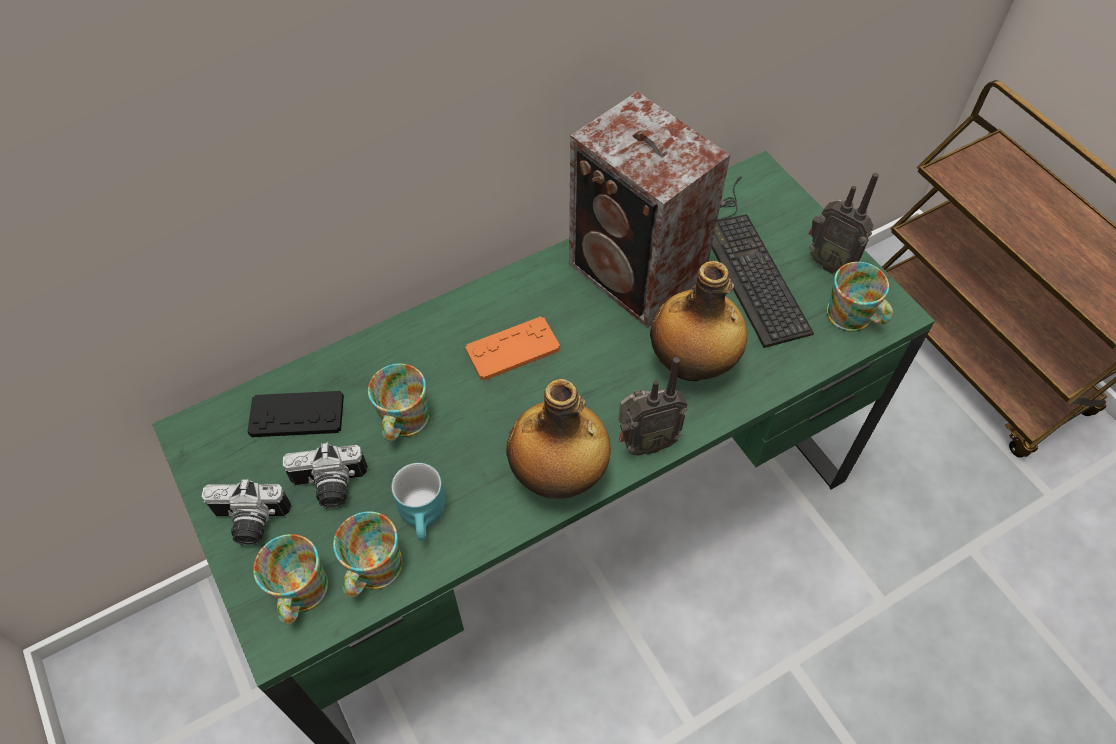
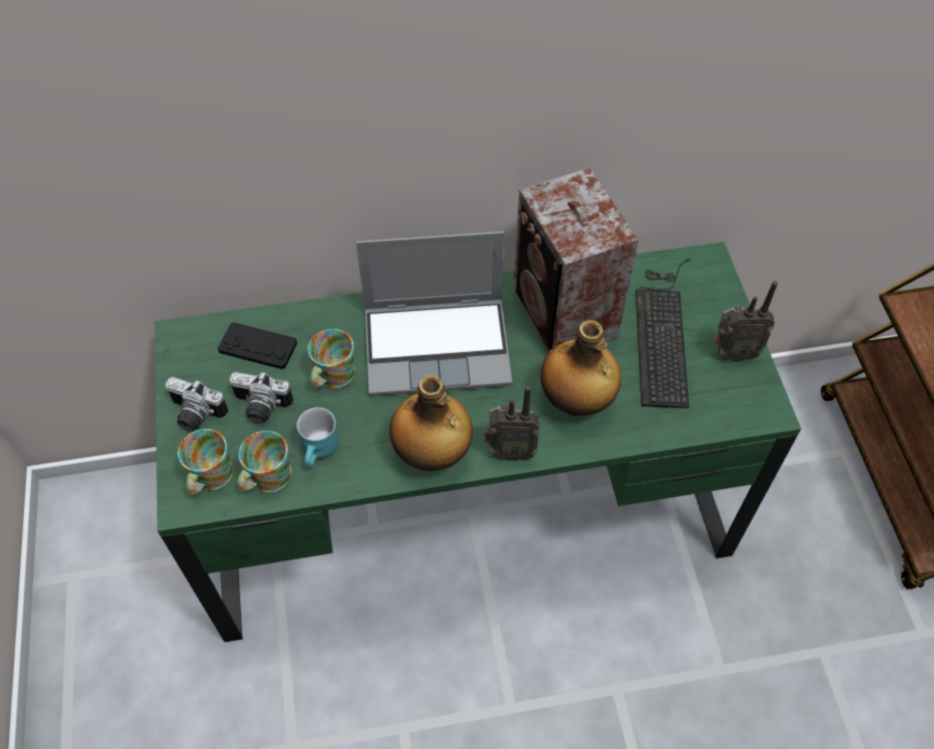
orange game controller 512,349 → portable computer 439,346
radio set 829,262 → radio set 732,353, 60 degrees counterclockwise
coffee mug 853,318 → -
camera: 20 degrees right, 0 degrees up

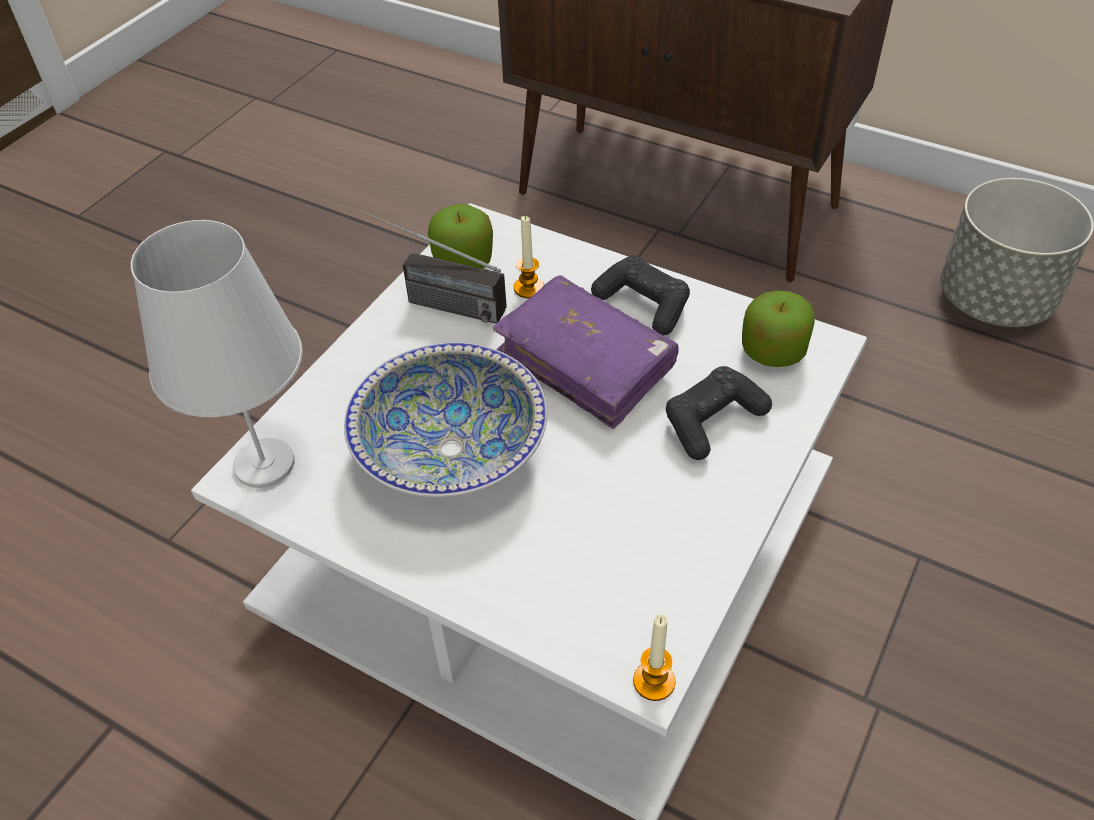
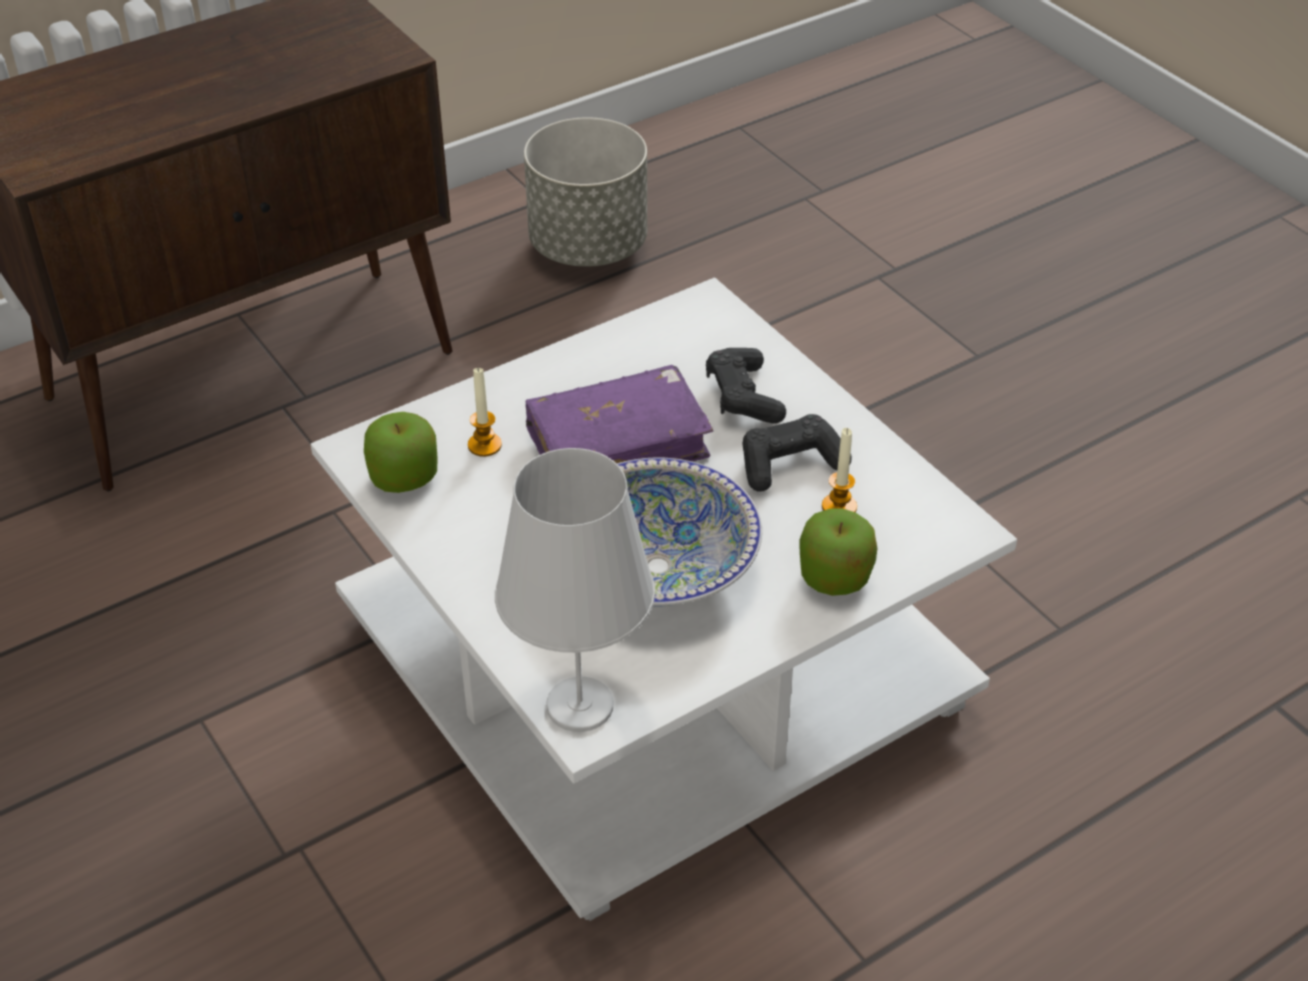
black-coloured game controller 643,304 → black-coloured game controller 790,464, shifted
apple 773,351 → apple 834,576, shifted
wax candle 654,681 → wax candle 839,507, shifted
radio set 432,301 → -
camera: 65 degrees left, 5 degrees down

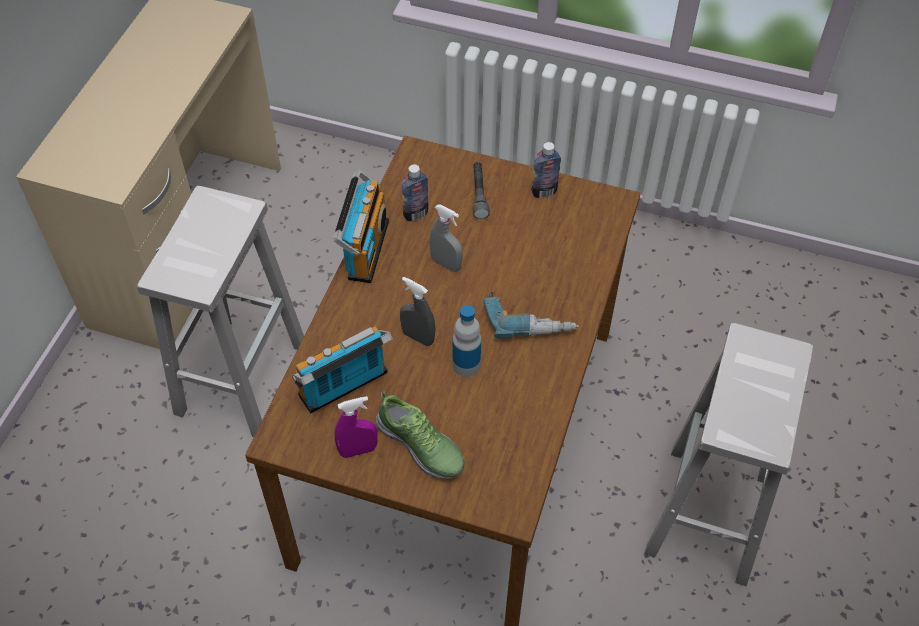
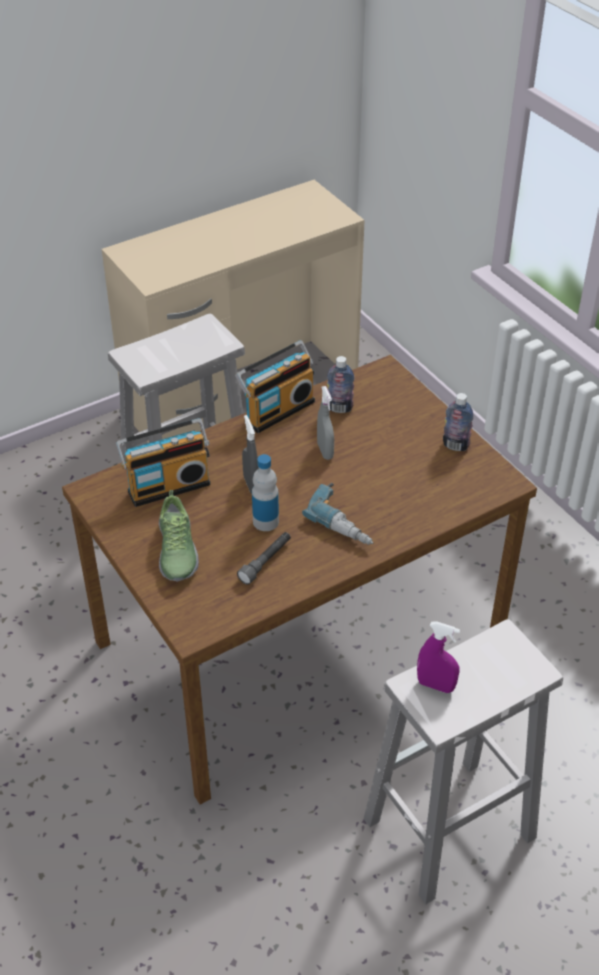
radio set 345,387 → radio set 168,486, 150 degrees clockwise
grey flashlight 479,194 → grey flashlight 266,562, shifted
purple sprayer 358,450 → purple sprayer 435,685, shifted
camera: 40 degrees right, 10 degrees down

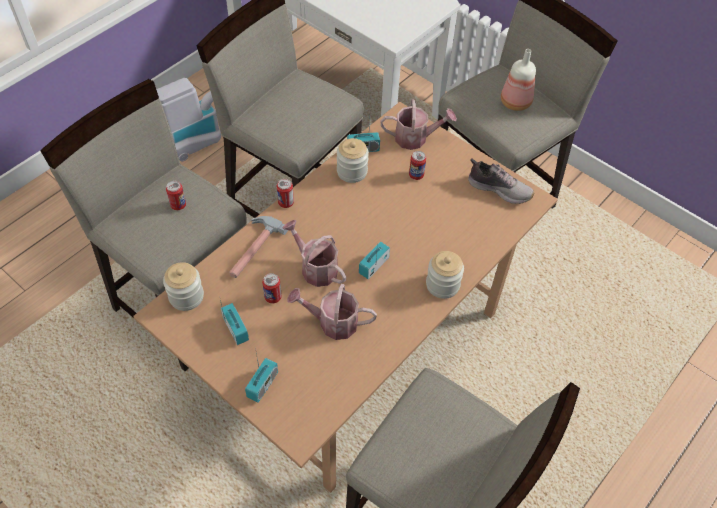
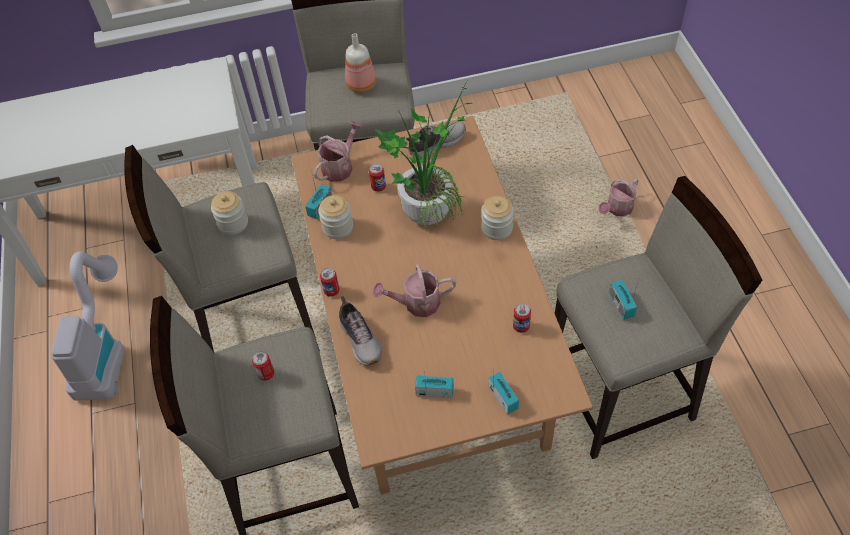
jar 186,296 → jar 233,223, shifted
hand hammer 252,248 → item of footwear 361,339
- → plant in a pot 429,206
can 273,297 → can 521,326, shifted
watering pot 332,322 → watering pot 617,210, shifted
radio set 373,265 → radio set 621,305, shifted
camera: 50 degrees left, 0 degrees up

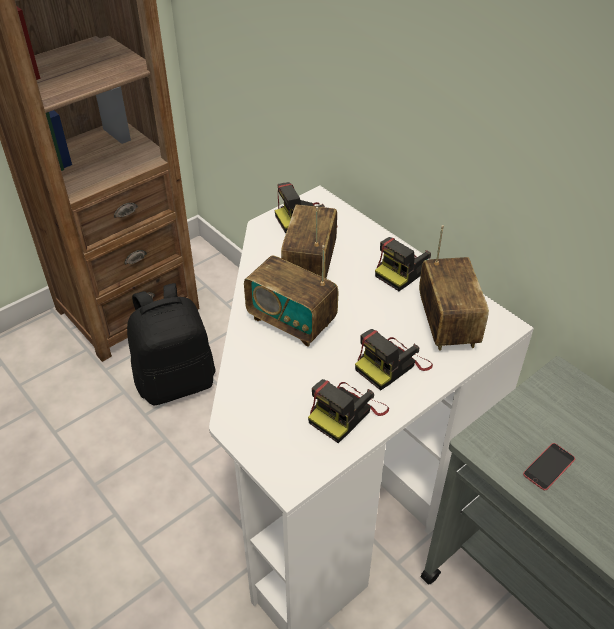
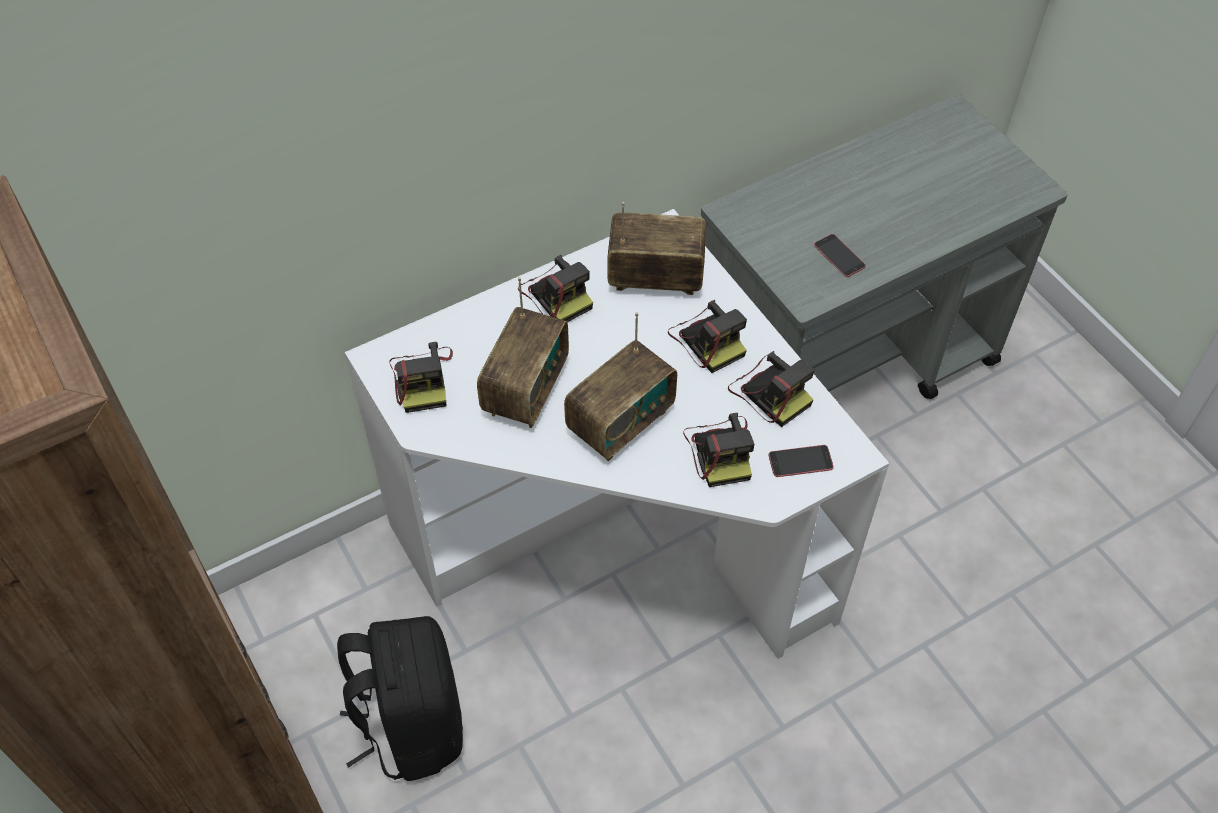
radio set 310,268 → radio set 526,390, 90 degrees counterclockwise
- → still camera 720,451
- → phone 800,461
camera: 80 degrees left, 10 degrees up

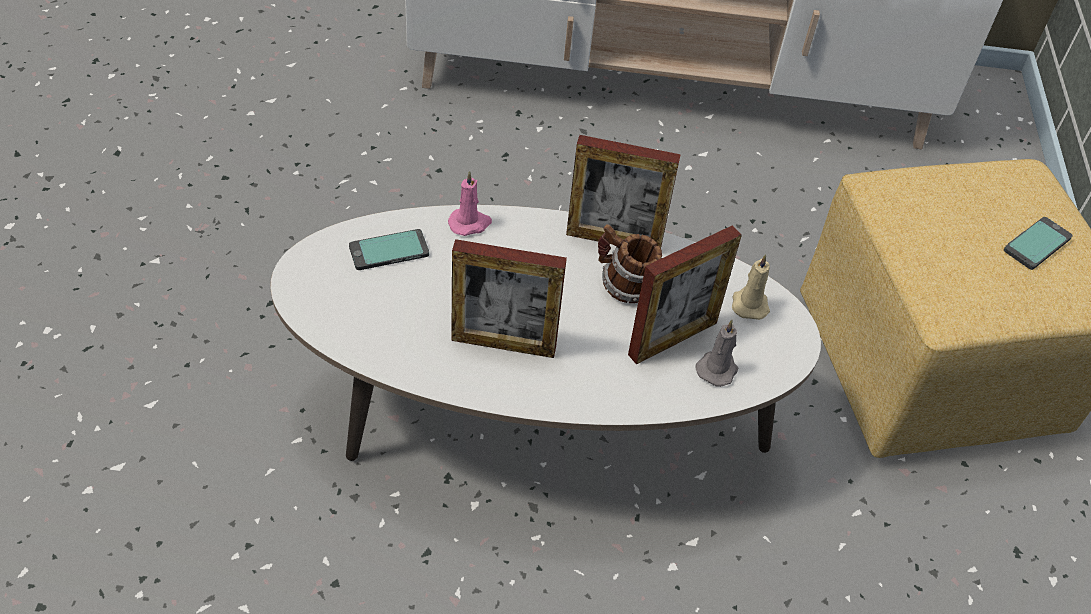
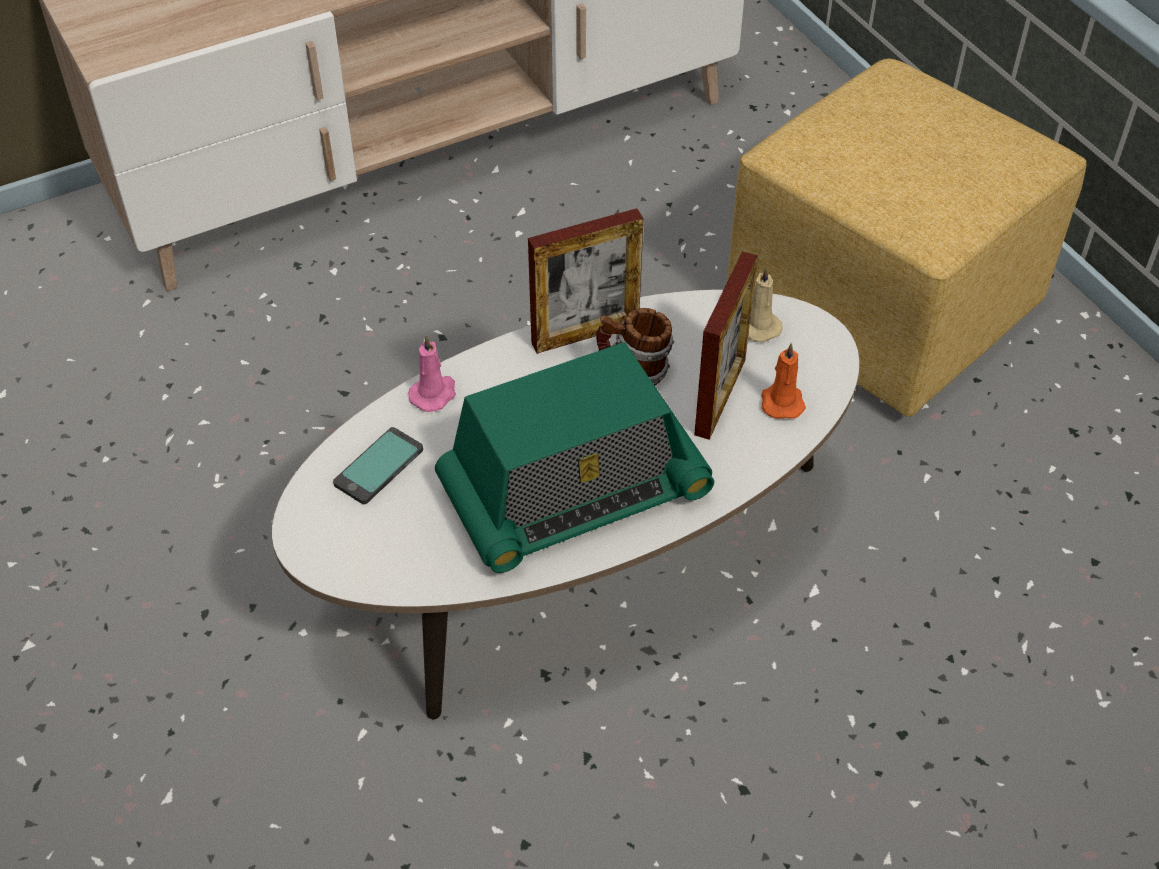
picture frame 503,343 → radio set 574,492
grey wax candle 717,368 → orange wax candle 781,401
phone 1036,244 → -
camera: 30 degrees left, 0 degrees up

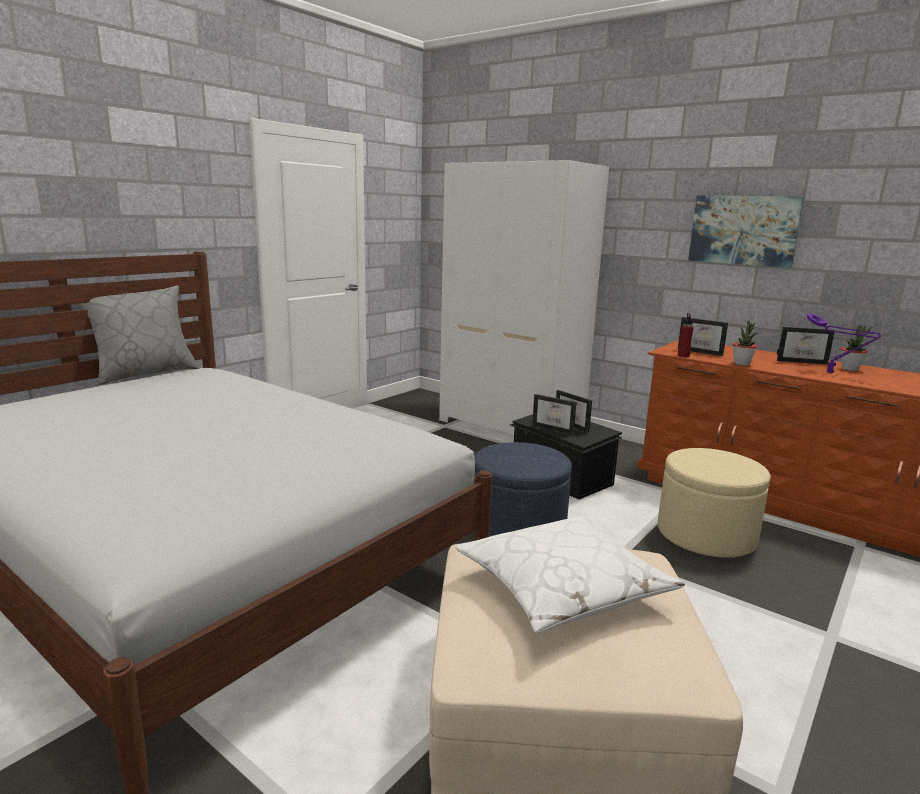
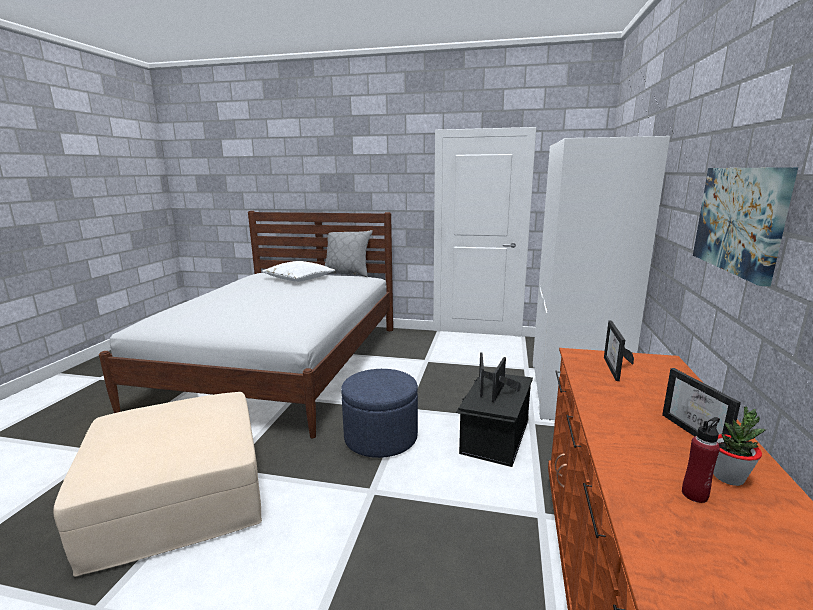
white-coloured throw pillow 562,587 → white-coloured throw pillow 299,278, shifted
reddish bottle 683,356 → reddish bottle 694,494, shifted
beige-coloured pouffe 706,535 → -
plant in a pot 741,364 → -
purple tabletop lamp 832,373 → -
camera: 65 degrees right, 0 degrees up

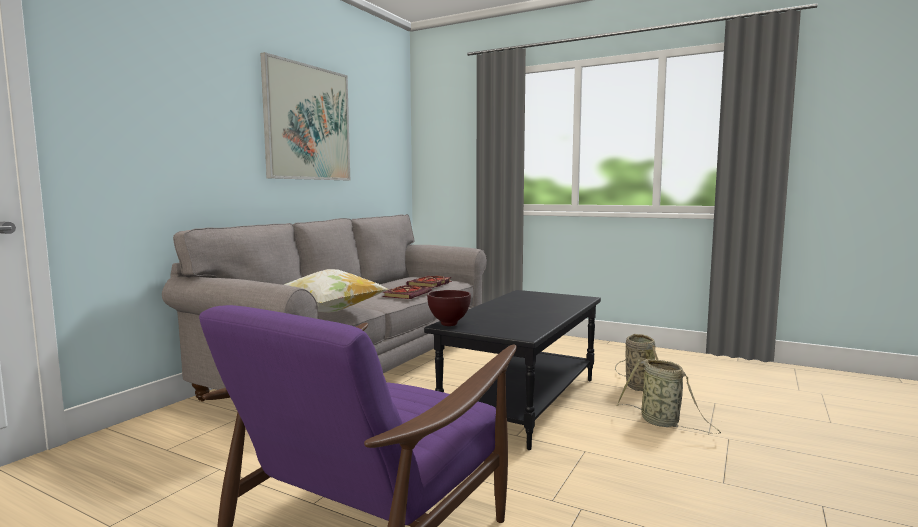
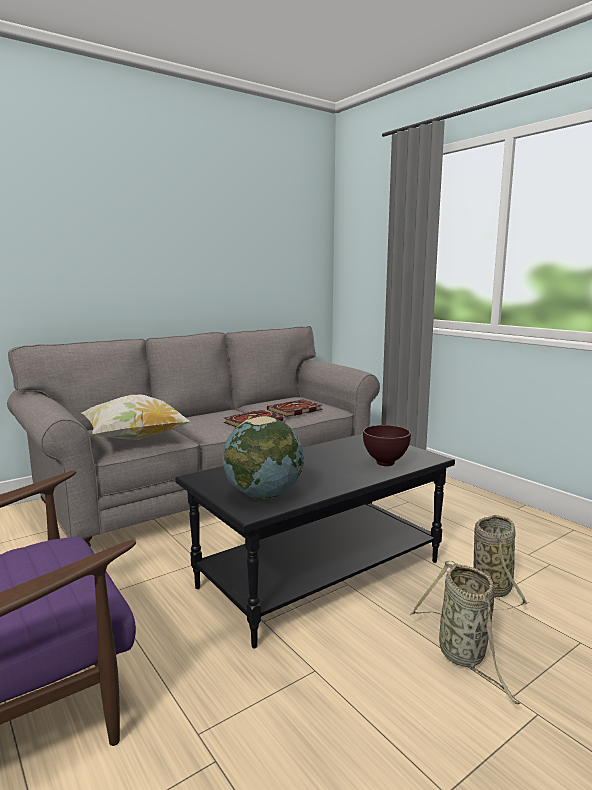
- → world globe 264,495
brown deep dish 448,324 → brown deep dish 384,463, shifted
picture 307,123 → -
camera: 25 degrees right, 5 degrees up

